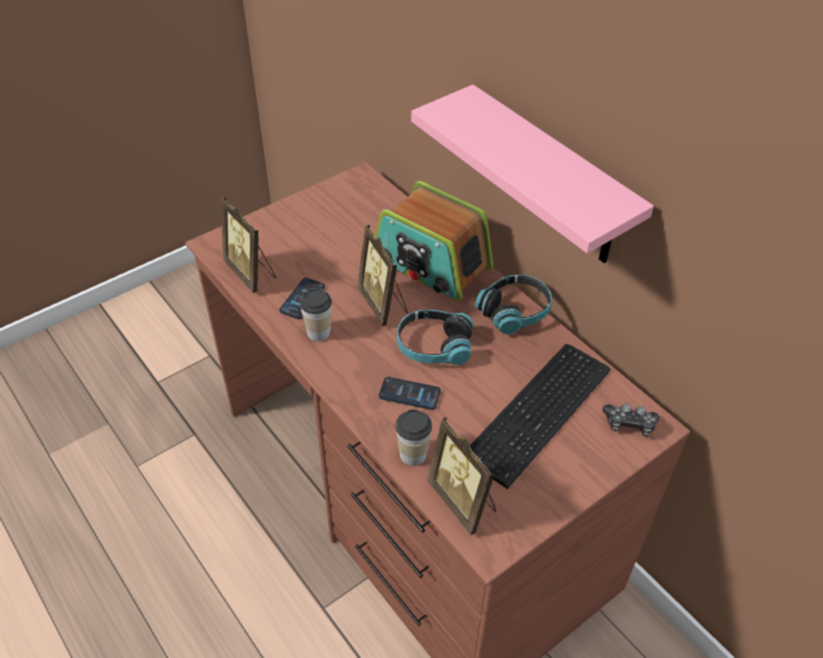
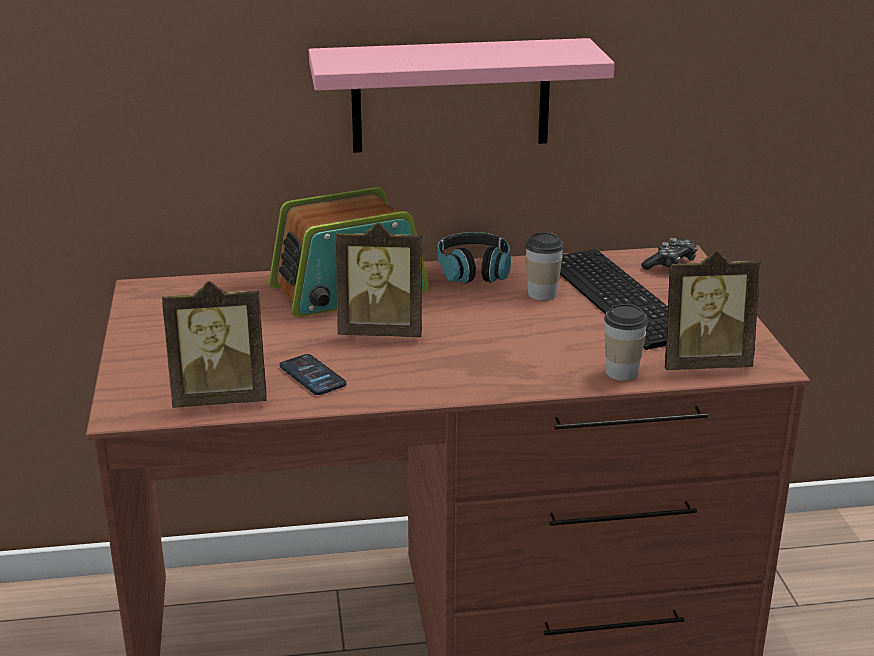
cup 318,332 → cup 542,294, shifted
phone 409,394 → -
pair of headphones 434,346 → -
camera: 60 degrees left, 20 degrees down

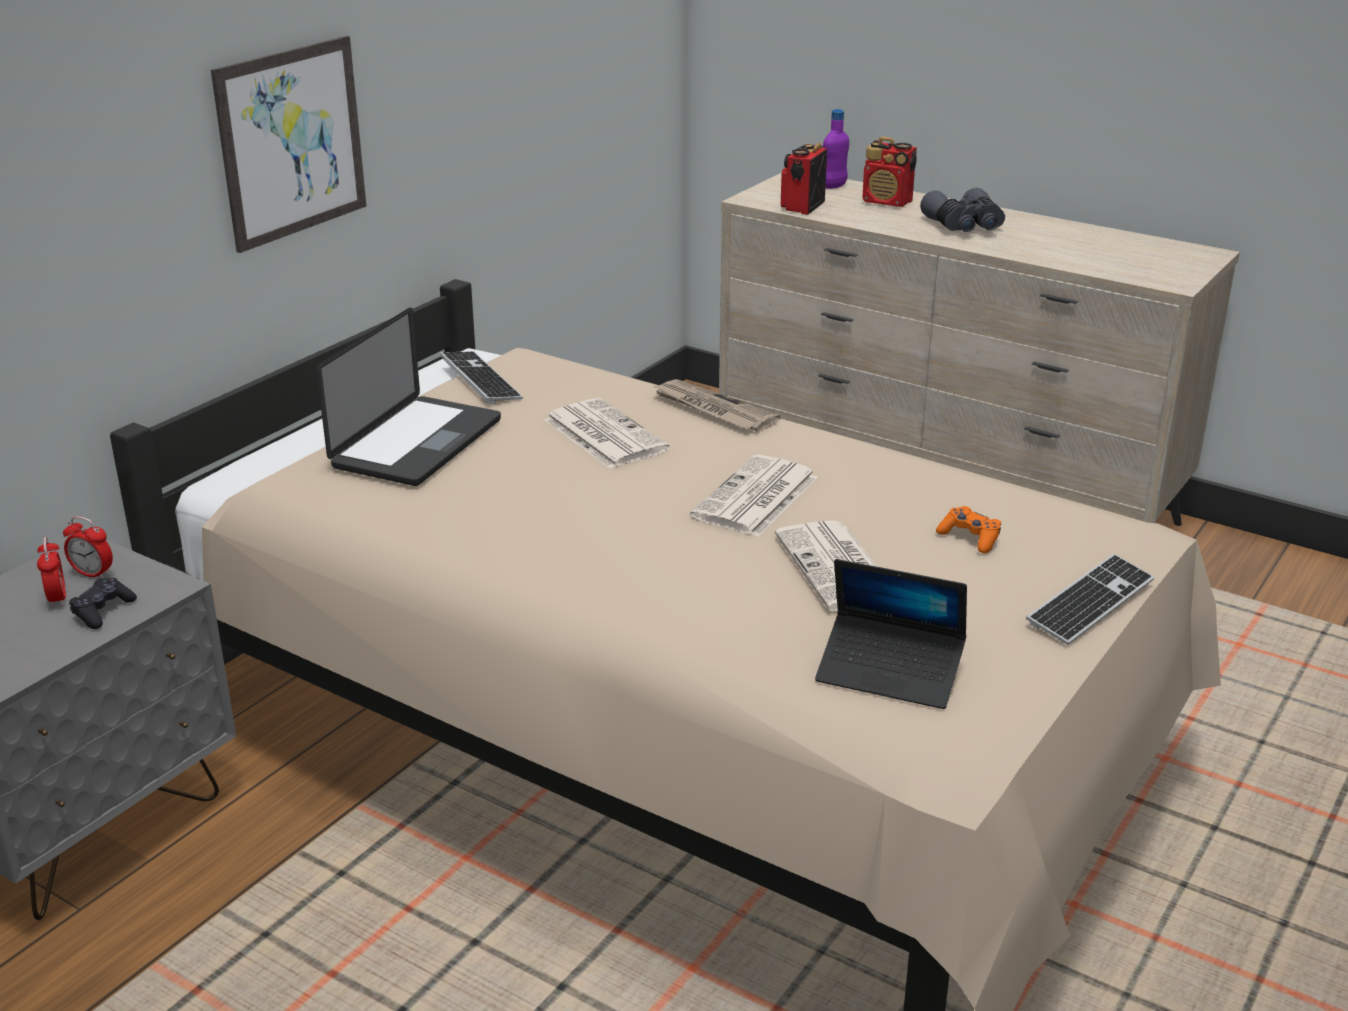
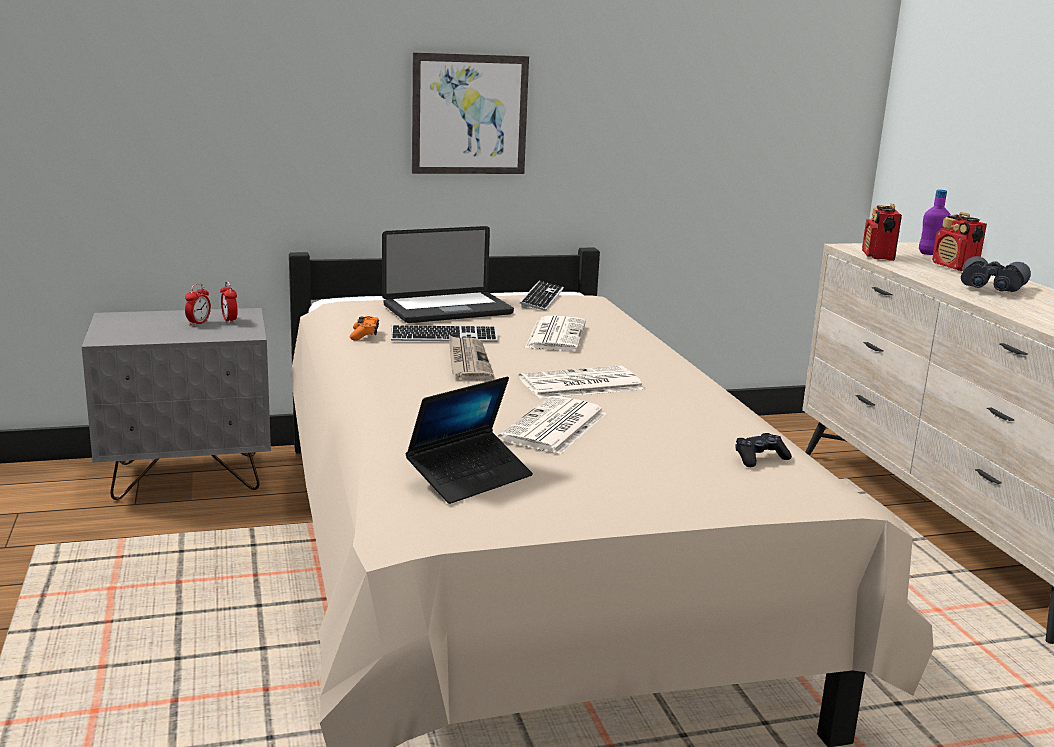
orange game controller 970,538 → orange game controller 364,335, shifted
keyboard 1091,602 → keyboard 444,337, shifted
portable computer 890,672 → portable computer 470,477, 105 degrees counterclockwise
newspaper 713,409 → newspaper 467,361, shifted
black-coloured game controller 103,611 → black-coloured game controller 760,458, shifted
radio set 802,207 → radio set 878,256, 60 degrees counterclockwise
camera: 40 degrees right, 10 degrees down

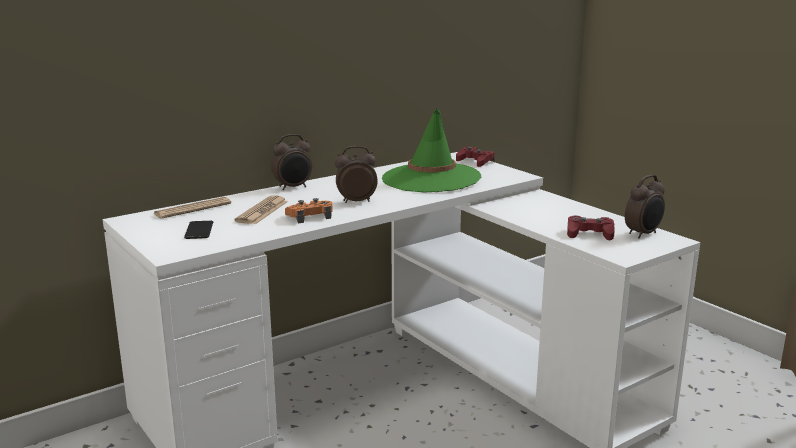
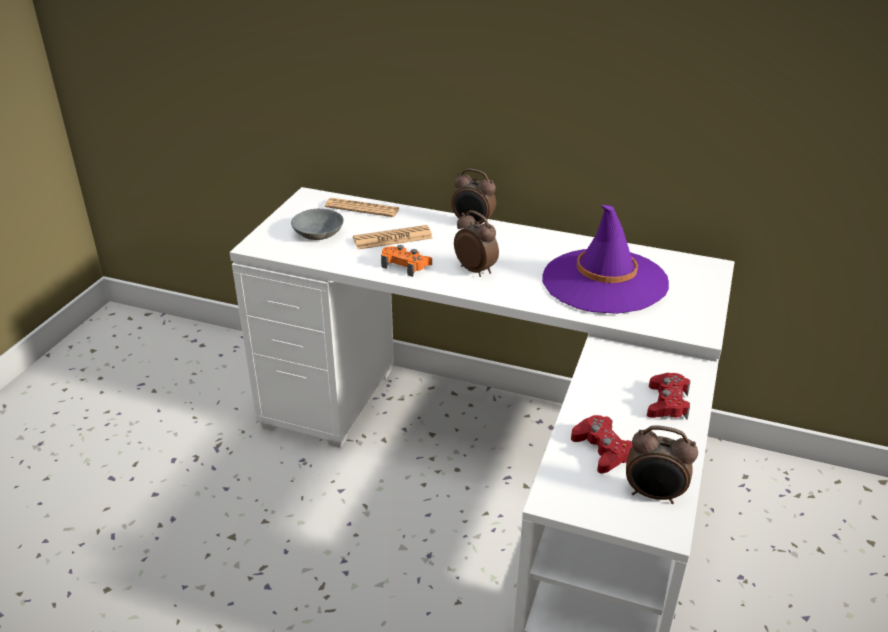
phone 199,230 → grey deep dish 317,233
green-coloured wearable hat 431,178 → purple wearable hat 604,281
reddish game controller 475,161 → reddish game controller 667,403, shifted
camera: 55 degrees right, 15 degrees up

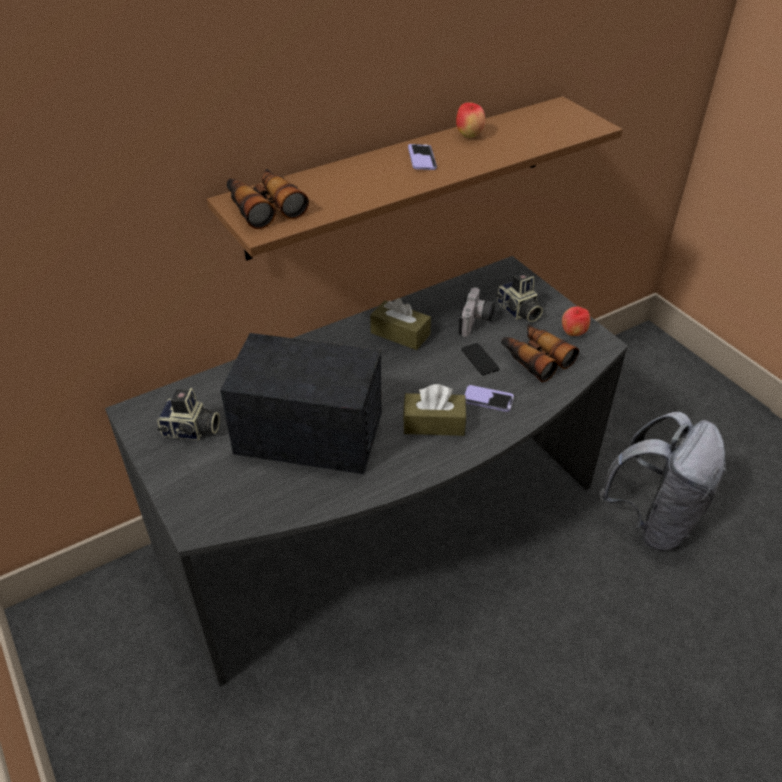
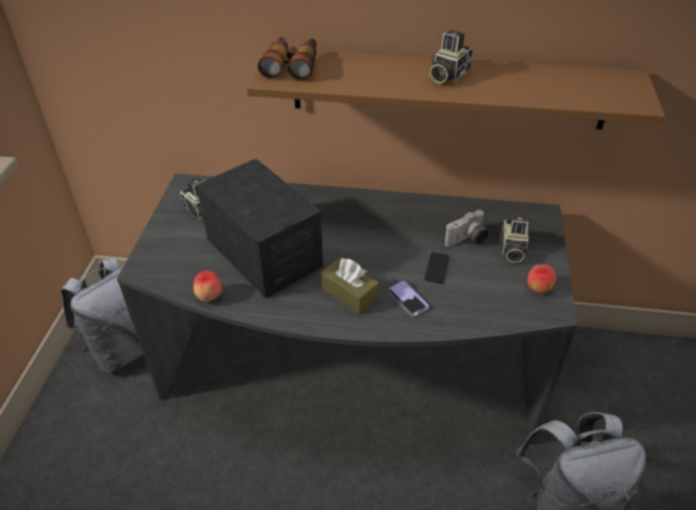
- → grey backpack 124,349
apple 469,136 → apple 209,297, shifted
phone 422,158 → still camera 447,75
brown tissue box 400,334 → -
binoculars 535,358 → -
camera: 40 degrees right, 0 degrees up

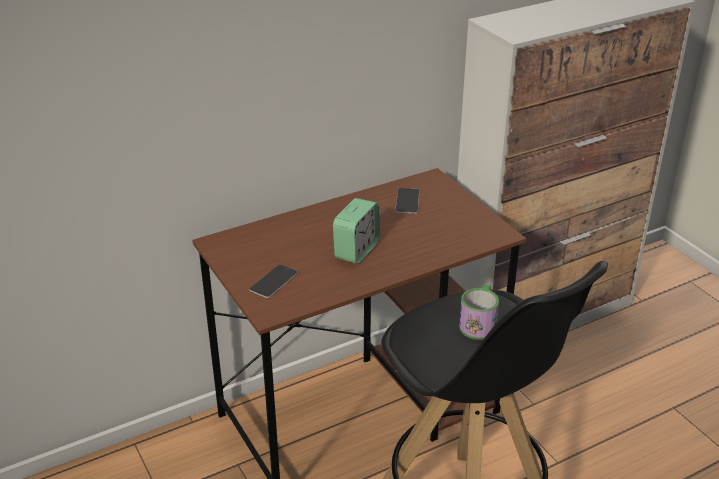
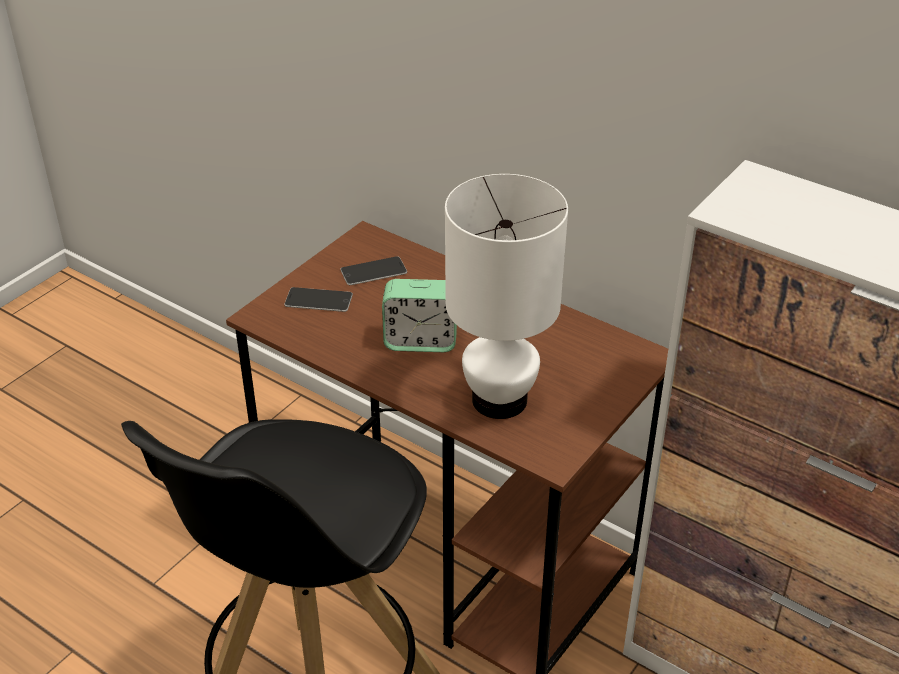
phone 407,201 → phone 373,271, shifted
- → white-coloured tabletop lamp 498,400
coffee mug 479,323 → -
camera: 65 degrees right, 5 degrees up

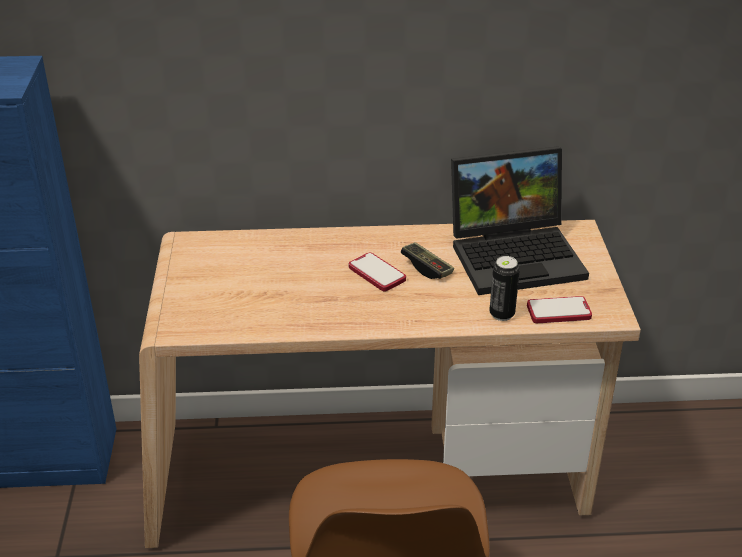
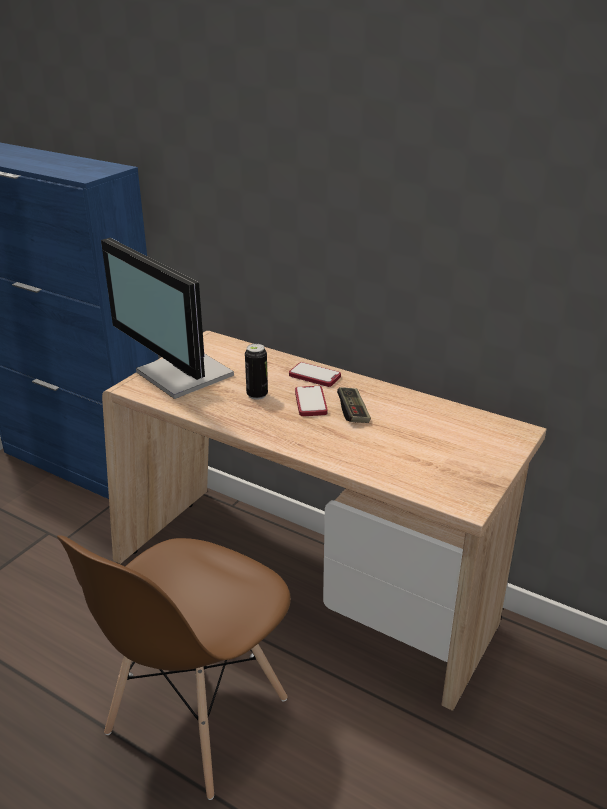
- → computer display 182,375
can 502,314 → can 257,395, shifted
phone 558,311 → phone 314,376, shifted
portable computer 517,254 → -
camera: 35 degrees right, 5 degrees down

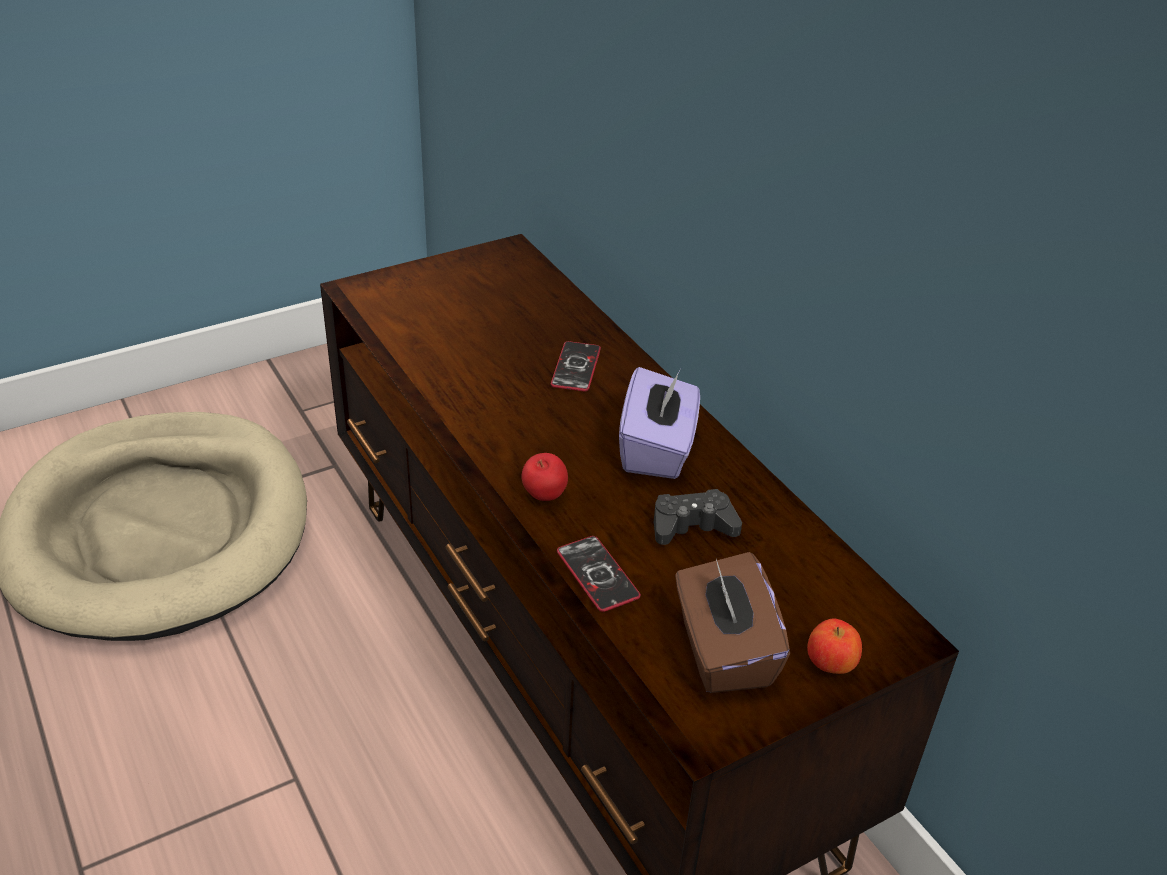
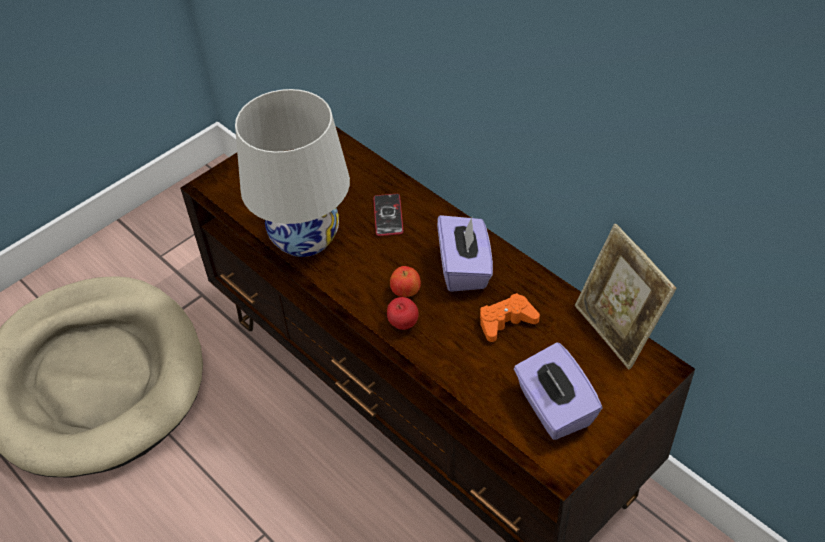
- → white-coloured tabletop lamp 305,237
apple 830,665 → apple 406,292, shifted
black-coloured game controller 692,526 → orange game controller 506,321
brown tissue box 723,651 → purple tissue box 553,408
- → picture frame 616,330
phone 597,574 → -
camera: 10 degrees left, 10 degrees up

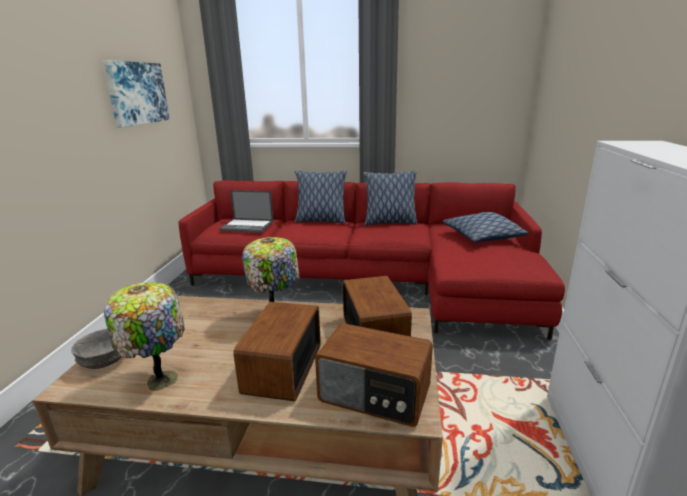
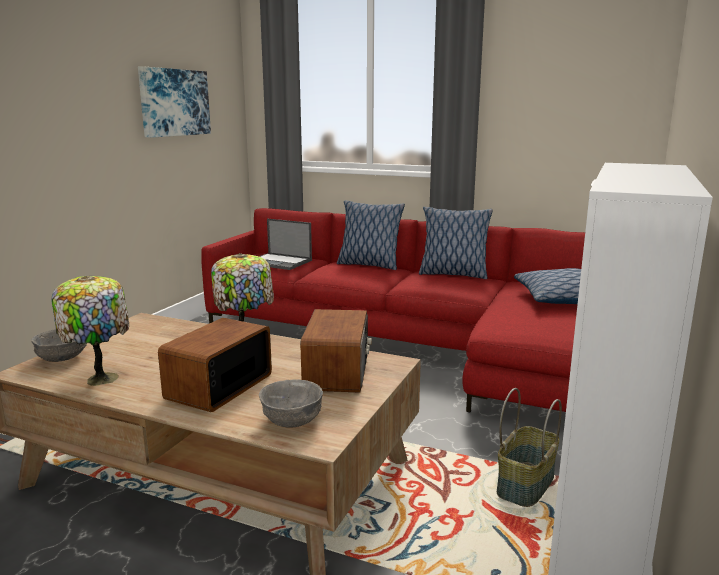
radio set 374,395 → grey deep dish 293,420
- → basket 524,484
camera: 15 degrees right, 5 degrees down

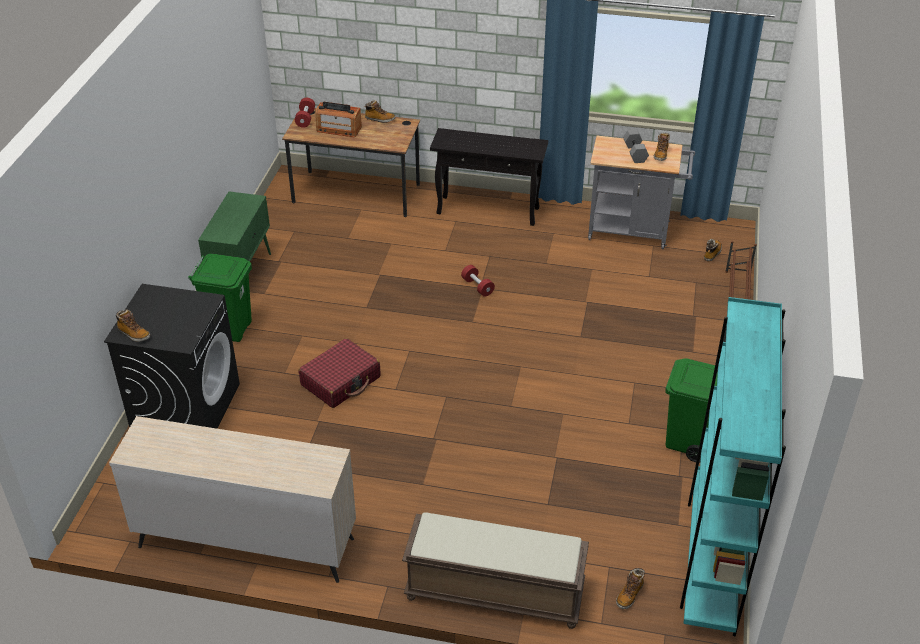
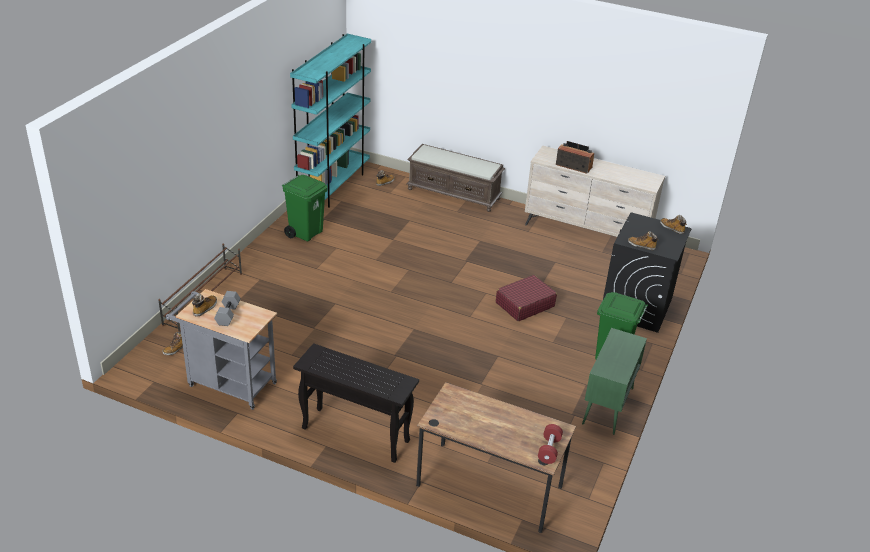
radio set 338,129 → radio set 574,166, shifted
boot 380,119 → boot 641,246, shifted
reddish hand weight 477,287 → -
camera: 170 degrees left, 5 degrees down

